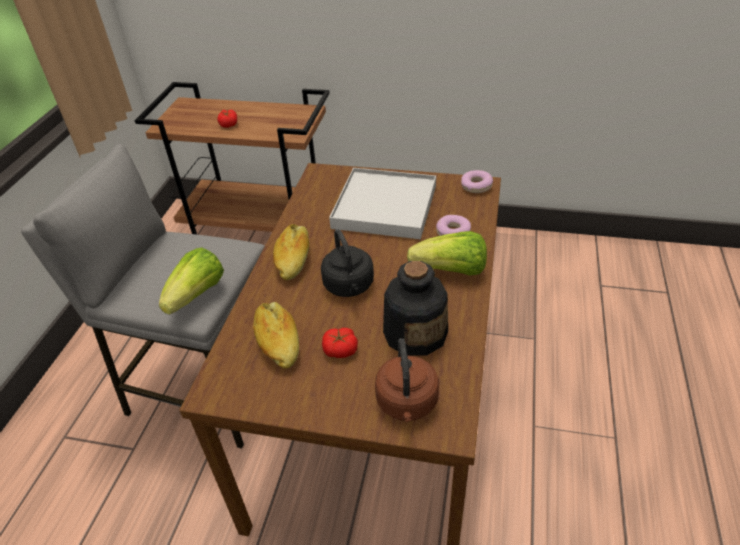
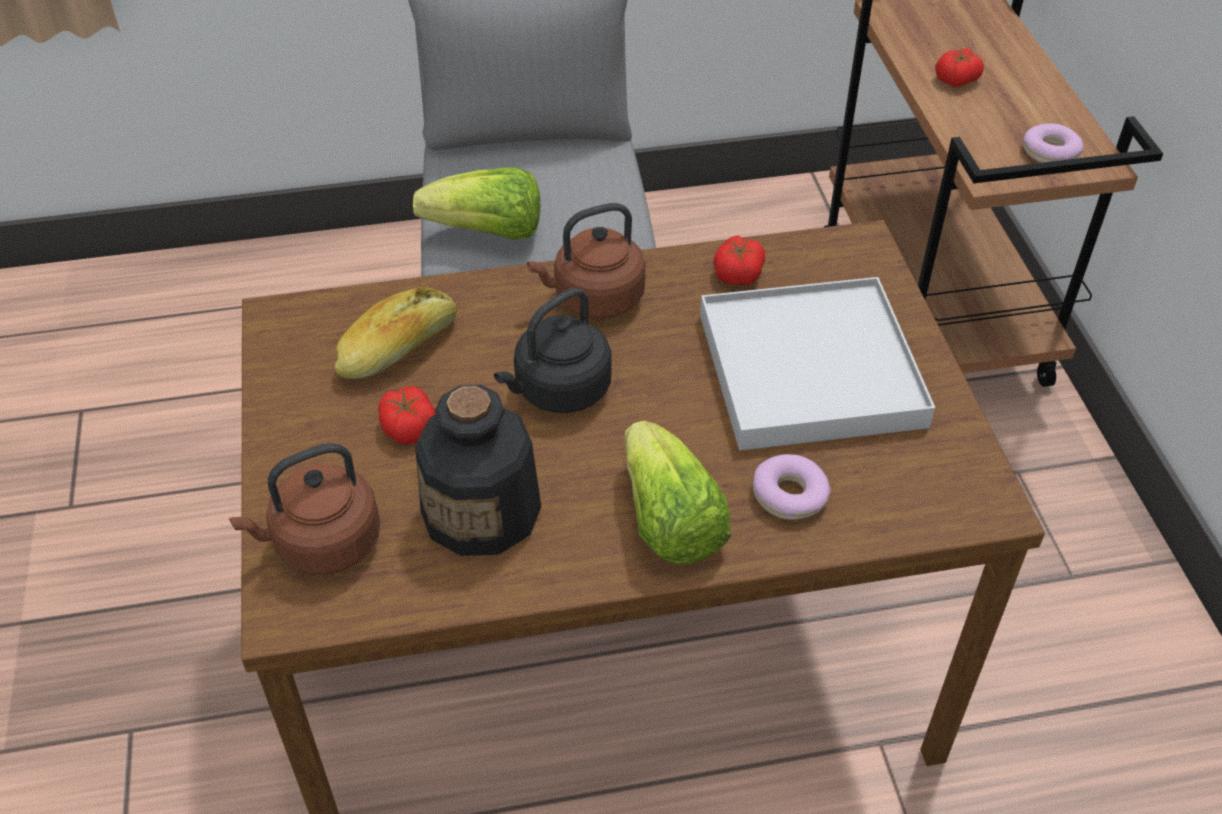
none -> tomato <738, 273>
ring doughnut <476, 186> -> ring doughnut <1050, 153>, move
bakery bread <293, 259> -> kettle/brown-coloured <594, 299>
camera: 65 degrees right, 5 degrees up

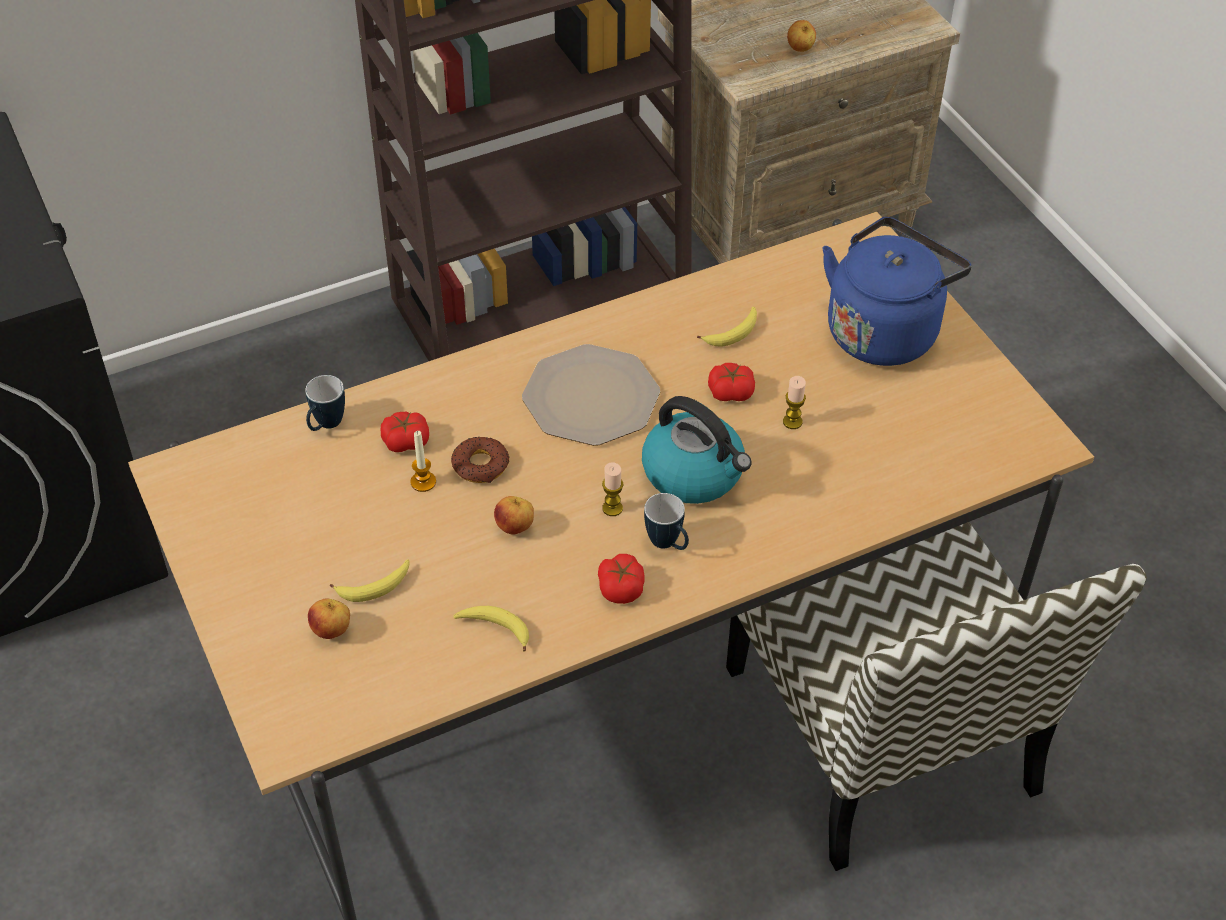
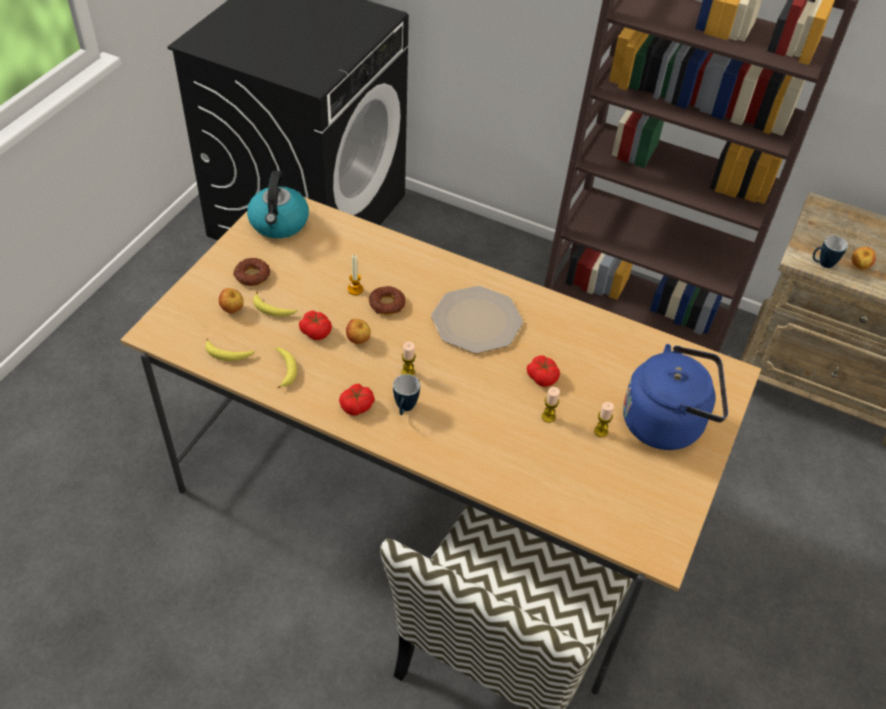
none -> ring doughnut <252, 276>
none -> wax light <601, 431>
mug <325, 426> -> mug <822, 264>, move
tomato <405, 441> -> tomato <316, 331>, move
kettle <694, 473> -> kettle <279, 223>, move
whole banana <733, 333> -> whole banana <228, 354>, move
camera: 50 degrees right, 0 degrees up

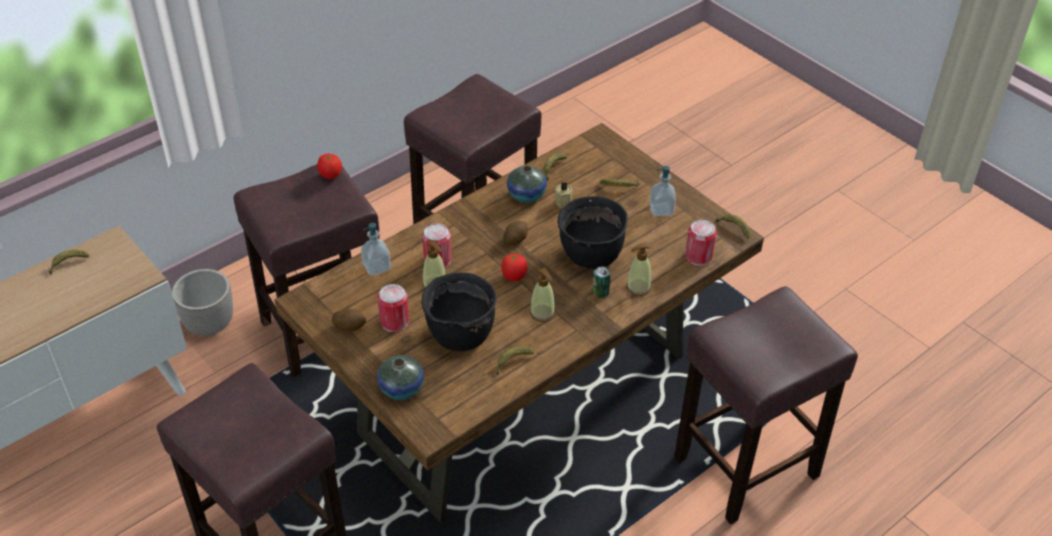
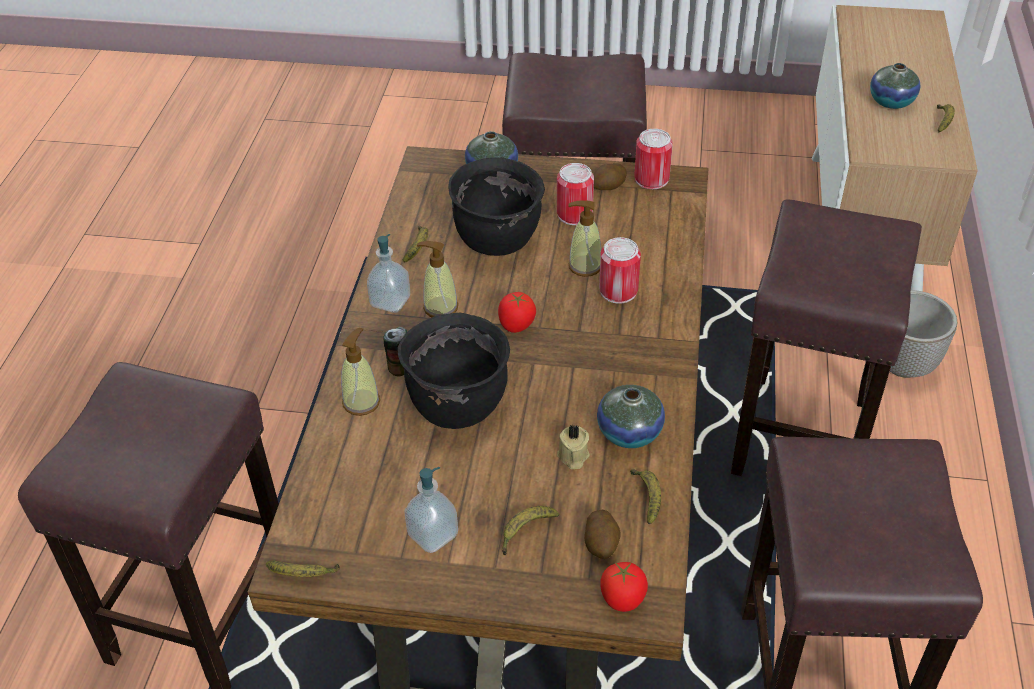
none -> flower vase <891, 102>
tomato <330, 175> -> tomato <623, 599>, move
liquid soap bottle <376, 267> -> liquid soap bottle <390, 301>, move
potato <515, 239> -> potato <601, 544>, move
can <698, 256> -> can <651, 179>, move
camera: 140 degrees right, 0 degrees up

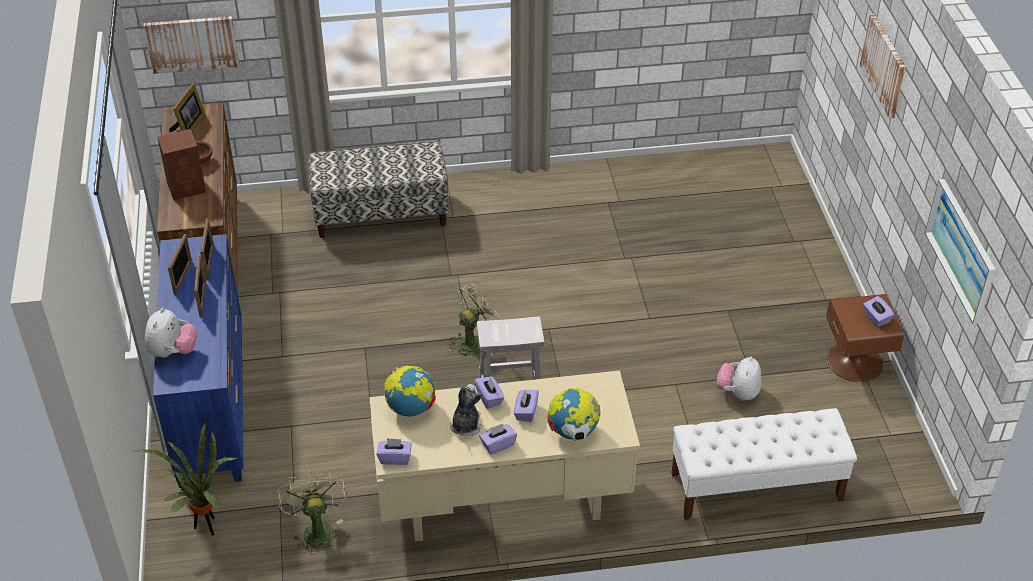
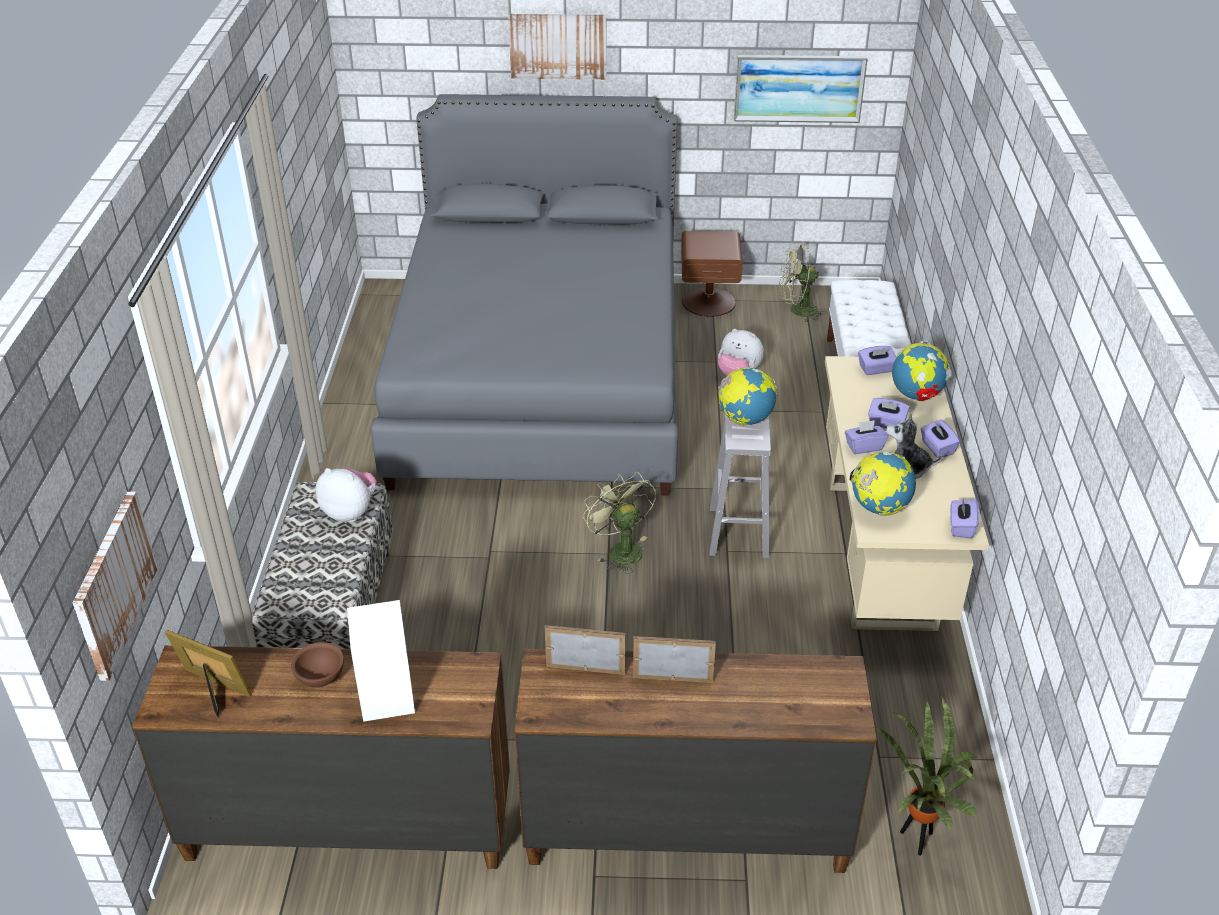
standing frame <183, 277> -> none
none -> bedroom bed/gray <540, 378>
none -> world globe <745, 420>
soft toy <173, 352> -> soft toy <350, 512>, move
cooling fan/green-coloured <316, 529> -> cooling fan/green-coloured <797, 311>, move
tissue holder/purplish <876, 318> -> tissue holder/purplish <876, 369>, move
dresser/bluish <212, 405> -> dresser/brown-coloured <684, 828>
audio speaker/brown-coloured <187, 187> -> audio speaker/white-coloured <386, 694>
camera: 80 degrees left, 5 degrees down

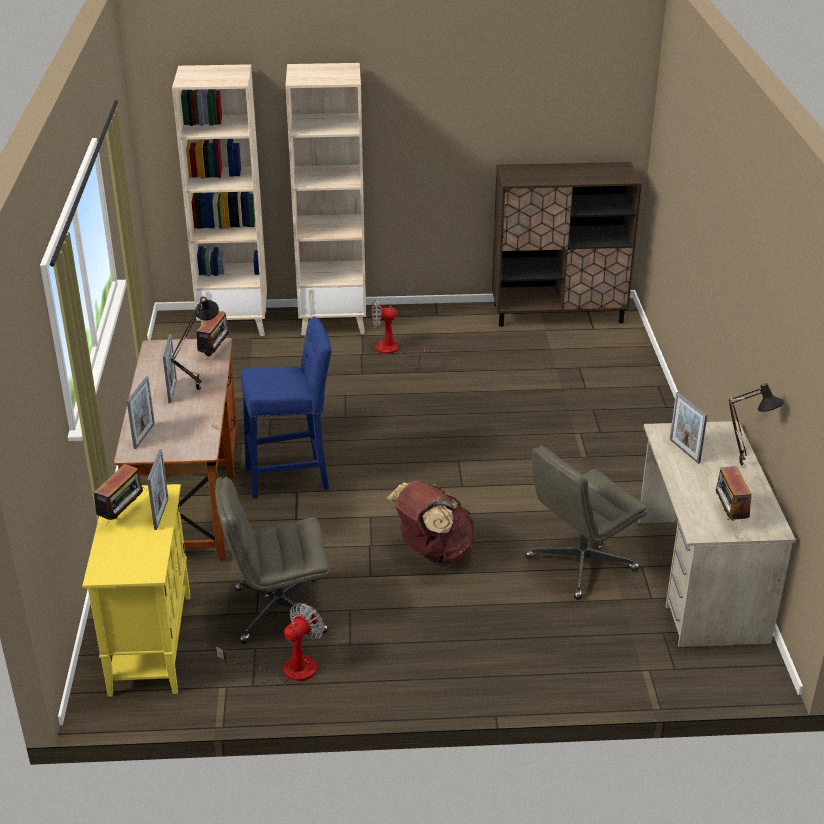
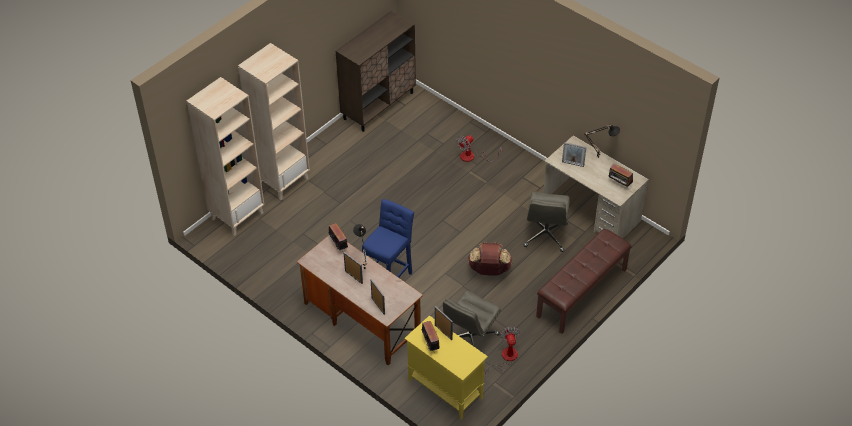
none -> long seat/brown-coloured <582, 293>
cooling fan <392, 351> -> cooling fan <472, 157>, move
camera: 45 degrees left, 15 degrees up

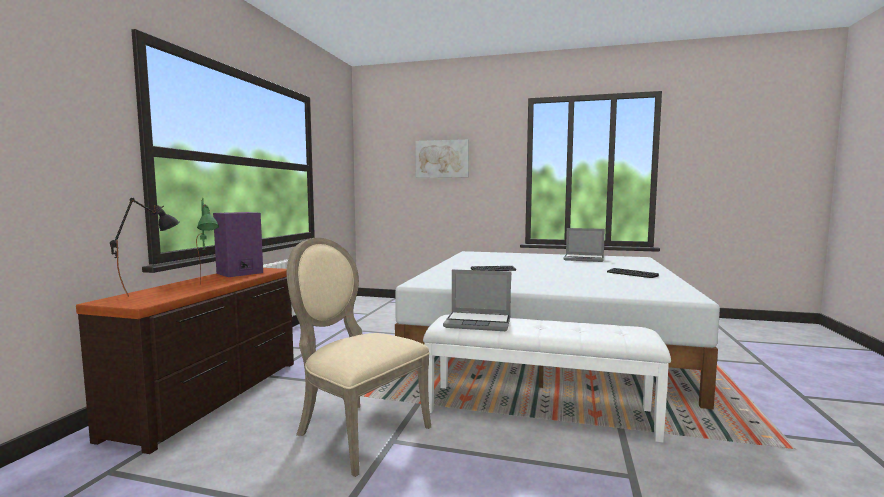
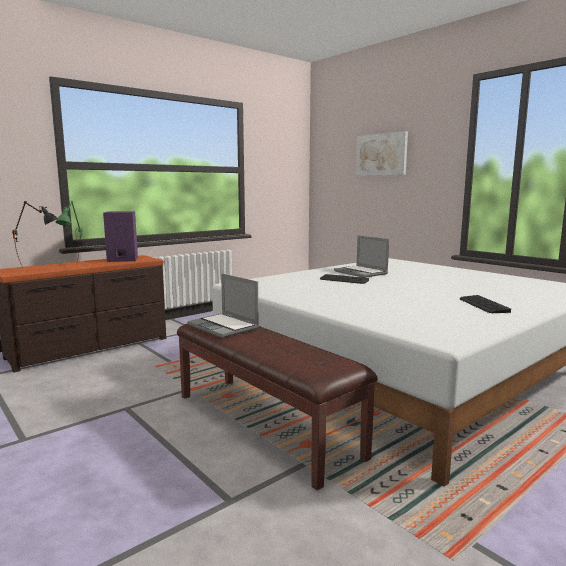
upright chair/sand-coloured <357, 431> -> none
portable computer <584, 259> -> portable computer <361, 273>, move
long seat/white-coloured <538, 410> -> long seat/brown-coloured <265, 424>
camera: 35 degrees right, 5 degrees up

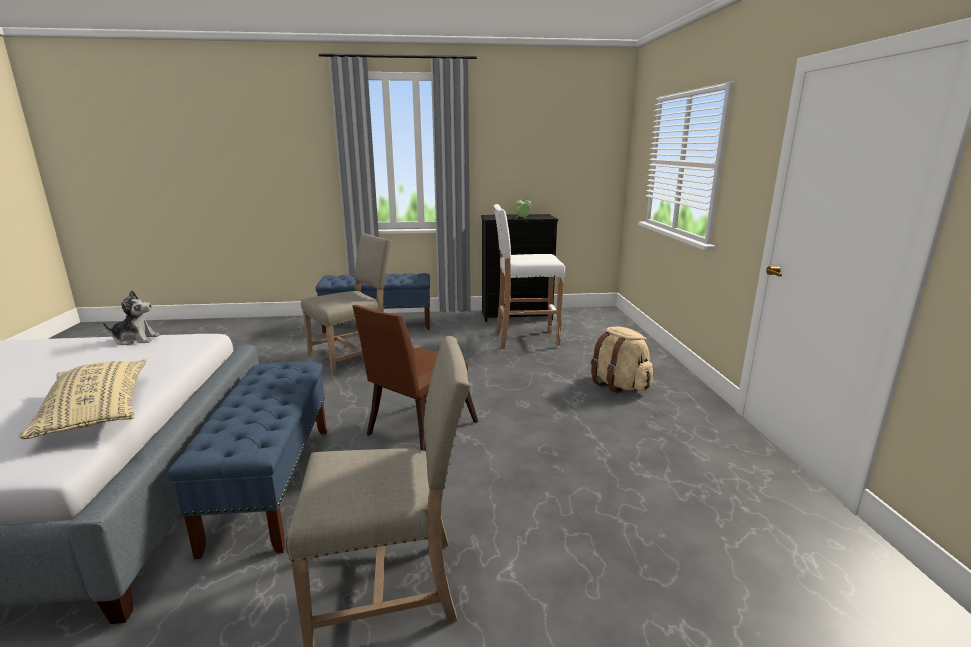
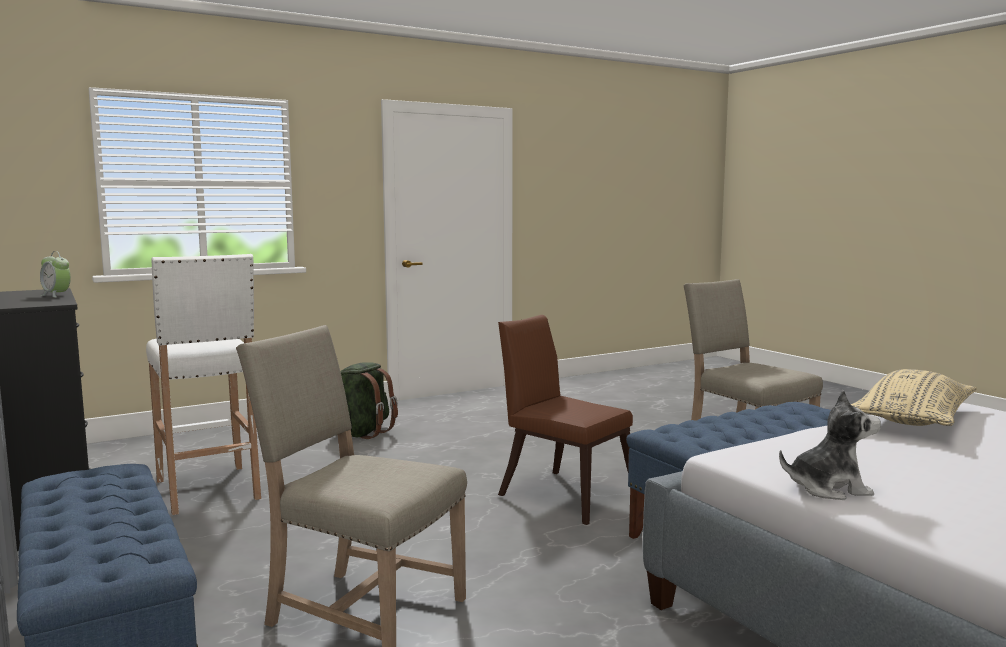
rucksack/sand-coloured <619, 385> -> rucksack/green-coloured <361, 433>
soft toy <135, 339> -> soft toy <828, 488>, 120 degrees clockwise
upright chair/brown-coloured <417, 430> -> upright chair/brown-coloured <562, 493>, 150 degrees counterclockwise
camera: 115 degrees left, 10 degrees down

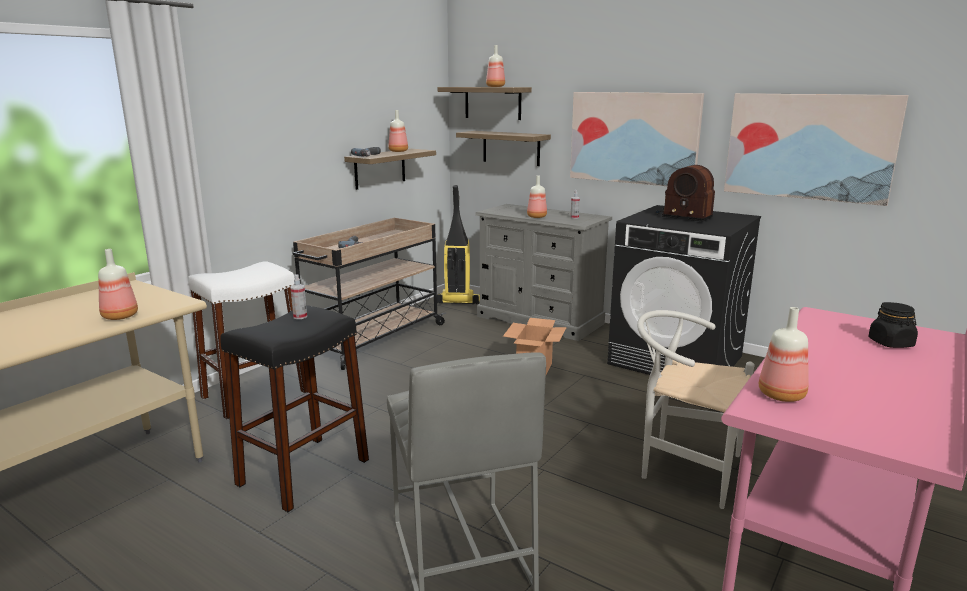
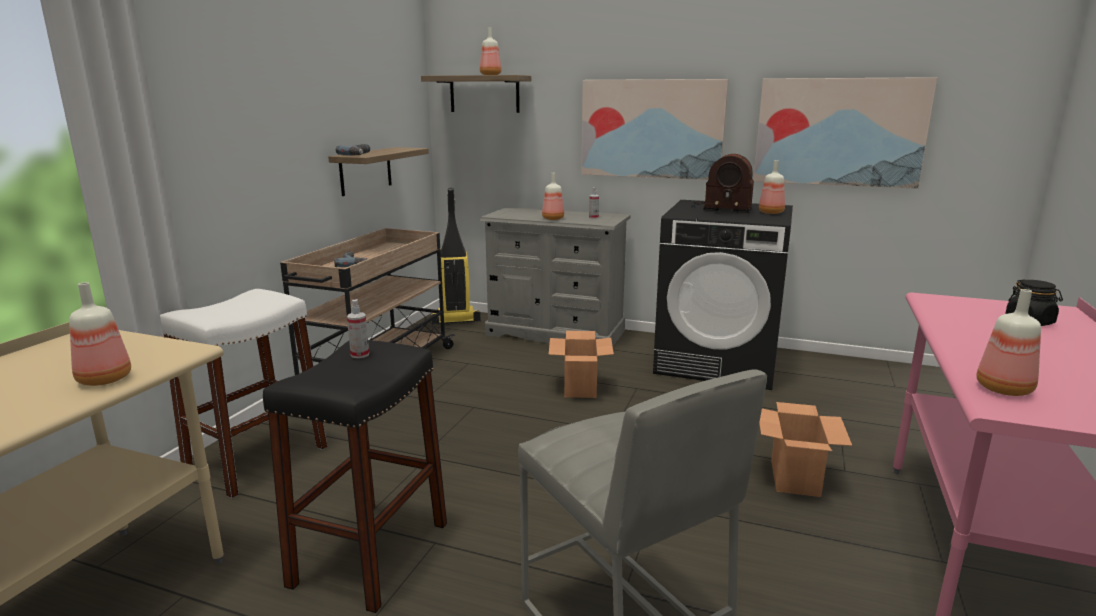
bracket shelf <511, 148> -> none
bottle <399, 151> -> bottle <771, 212>, move
upright chair/white-coloured <682, 467> -> cardboard box <794, 477>
camera: 15 degrees left, 0 degrees up

